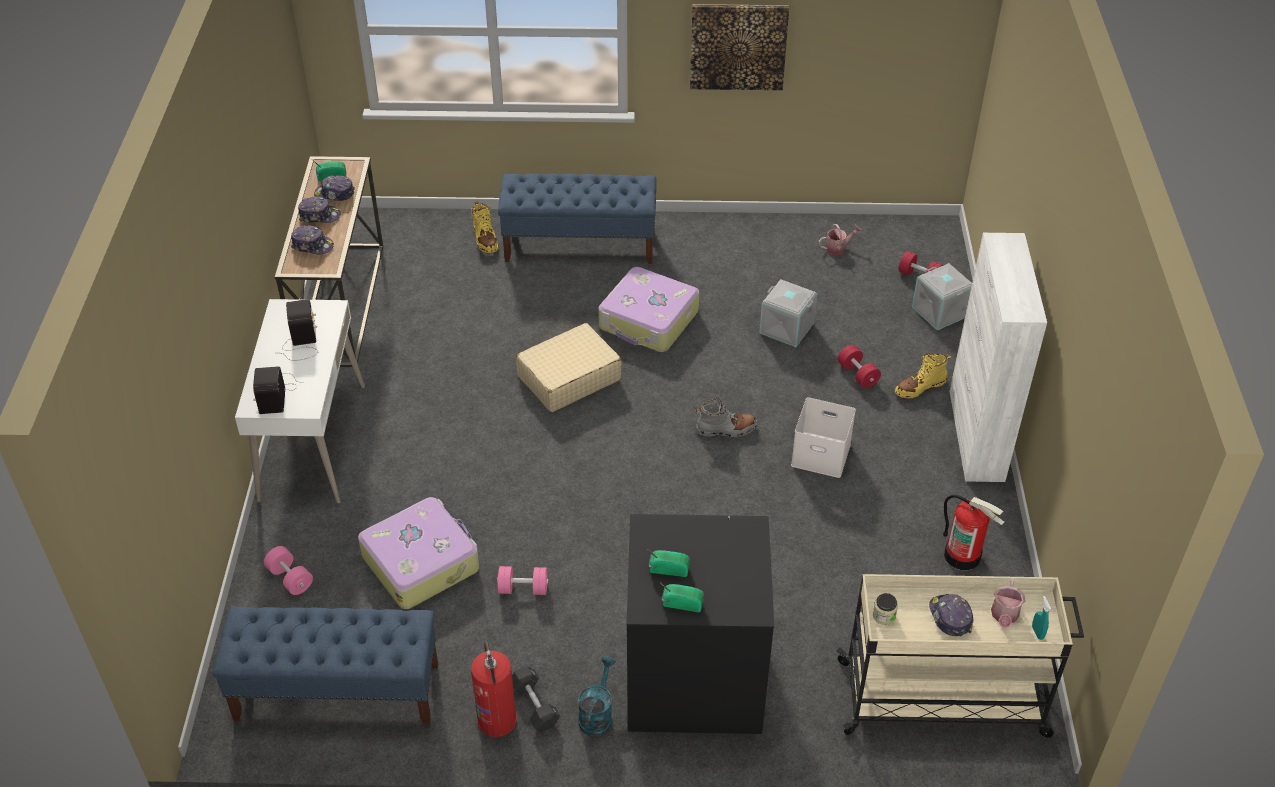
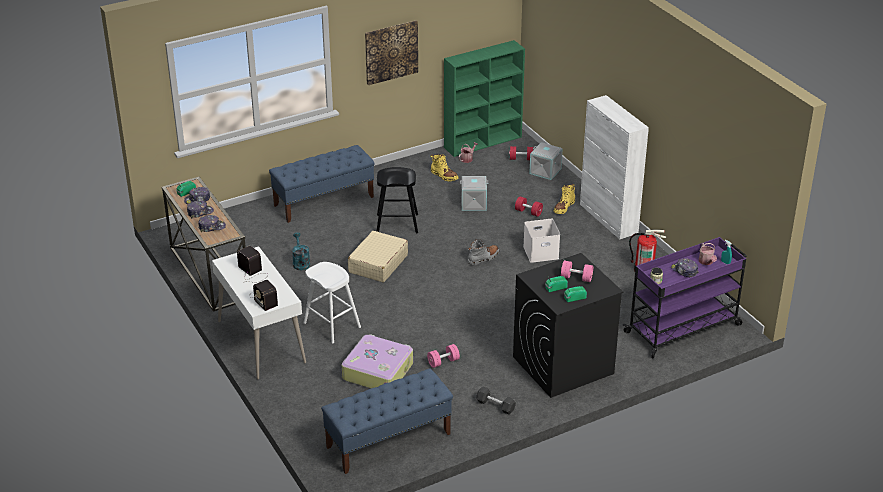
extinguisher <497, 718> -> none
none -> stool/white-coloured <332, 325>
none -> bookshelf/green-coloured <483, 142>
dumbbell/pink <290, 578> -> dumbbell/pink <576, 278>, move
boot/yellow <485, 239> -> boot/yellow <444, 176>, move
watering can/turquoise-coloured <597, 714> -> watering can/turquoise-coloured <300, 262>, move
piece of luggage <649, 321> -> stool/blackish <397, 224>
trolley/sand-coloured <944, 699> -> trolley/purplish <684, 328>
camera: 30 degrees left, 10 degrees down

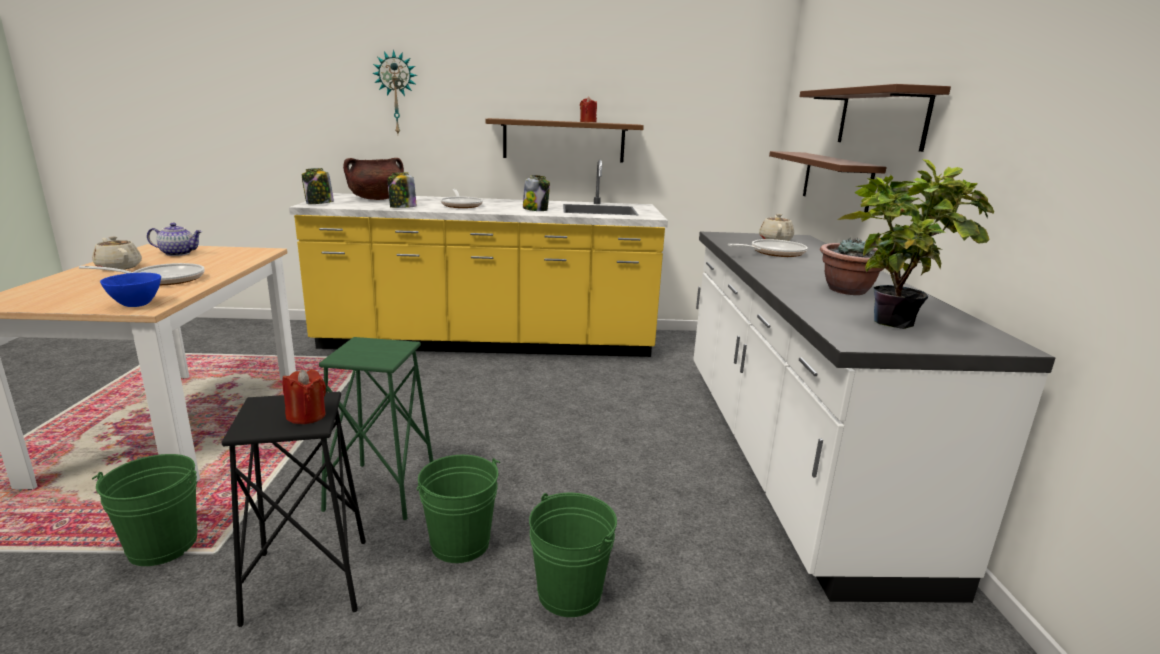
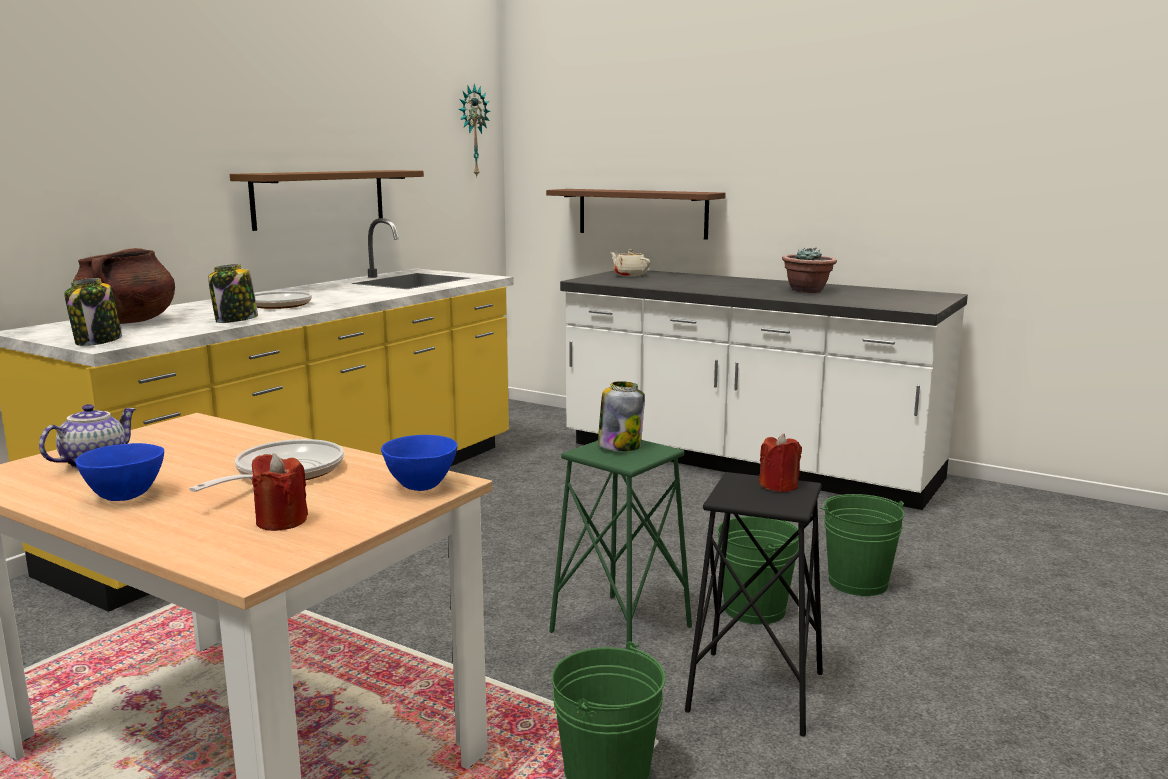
pan <773, 253> -> none
bracket shelf/brown-coloured <881, 118> -> none
houseplant <894, 321> -> none
wall clock <396, 93> -> wall clock <472, 131>, move
jar <535, 209> -> jar <620, 446>, move
wax light/red <588, 122> -> wax light/red <281, 521>, move
tea pot/sand-coloured <119, 267> -> deep dish/bluish <126, 496>
camera: 55 degrees left, 5 degrees down

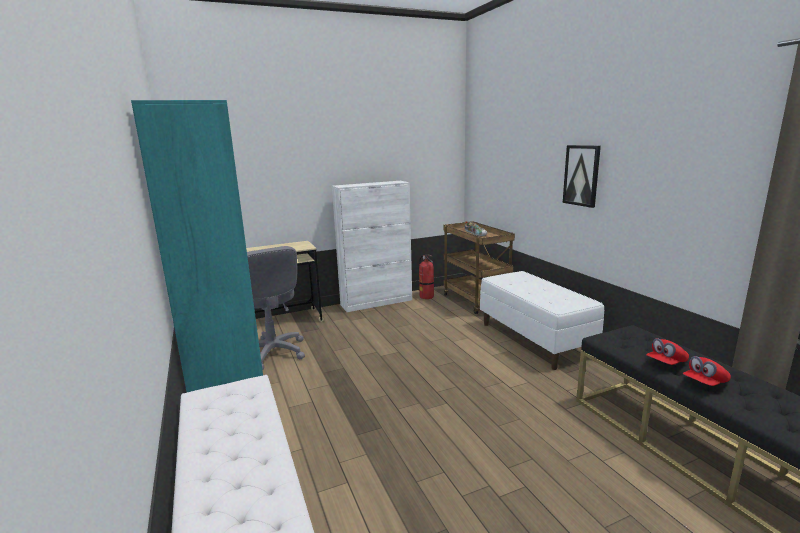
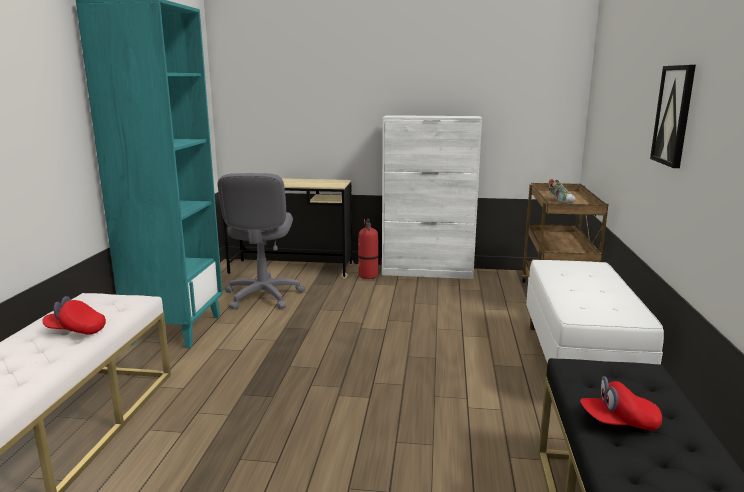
extinguisher <426, 297> -> extinguisher <368, 276>, move
cap/red <704, 383> -> cap/red <76, 330>, move
camera: 30 degrees right, 0 degrees up

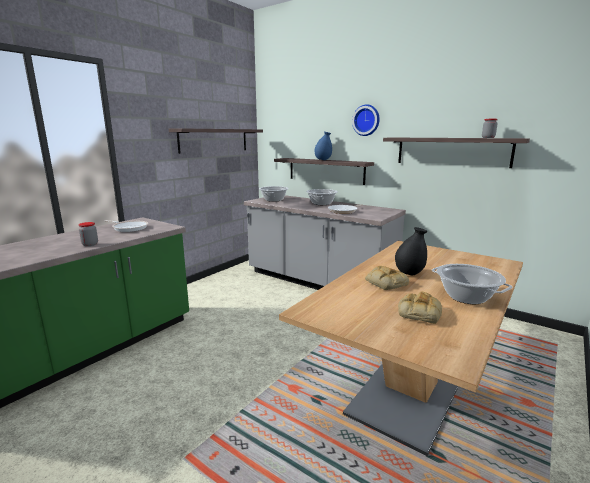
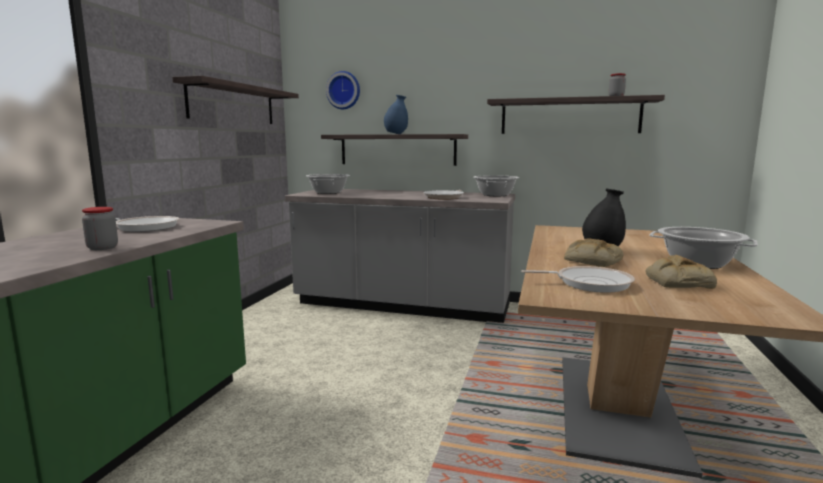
none -> pan <589, 283>
cooking pot <321, 203> -> cooking pot <495, 195>, move
wall clock <366, 120> -> wall clock <344, 90>, move
camera: 20 degrees left, 5 degrees down

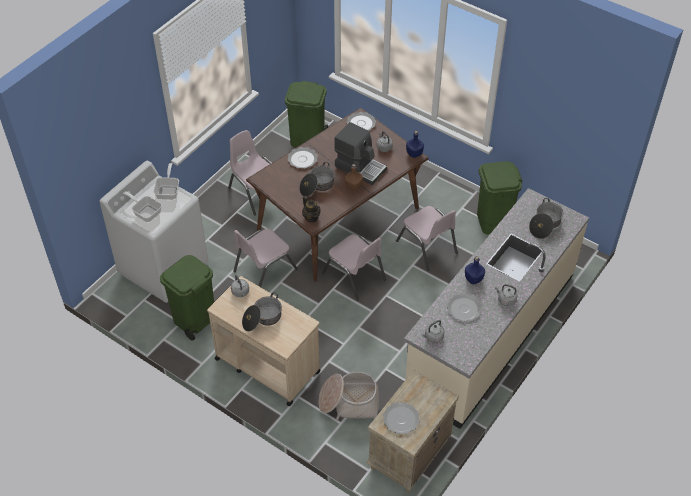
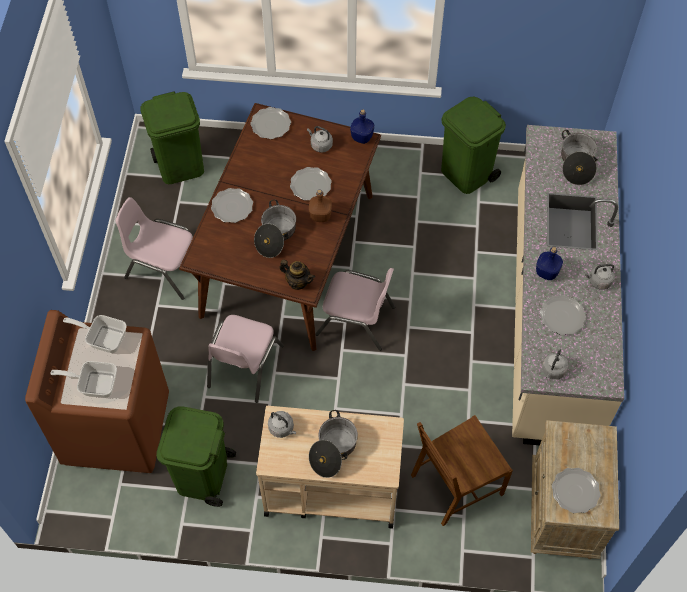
upright chair/pink <427, 247> -> none
basket <349, 402> -> upright chair/brown-coloured <456, 484>
coffee maker <360, 167> -> dinner plate <310, 185>
laundry appliance/white-coloured <164, 268> -> laundry appliance/brown-coloured <117, 427>
pan <168, 191> -> pan <103, 338>, 45 degrees counterclockwise
camera: 30 degrees left, 10 degrees up

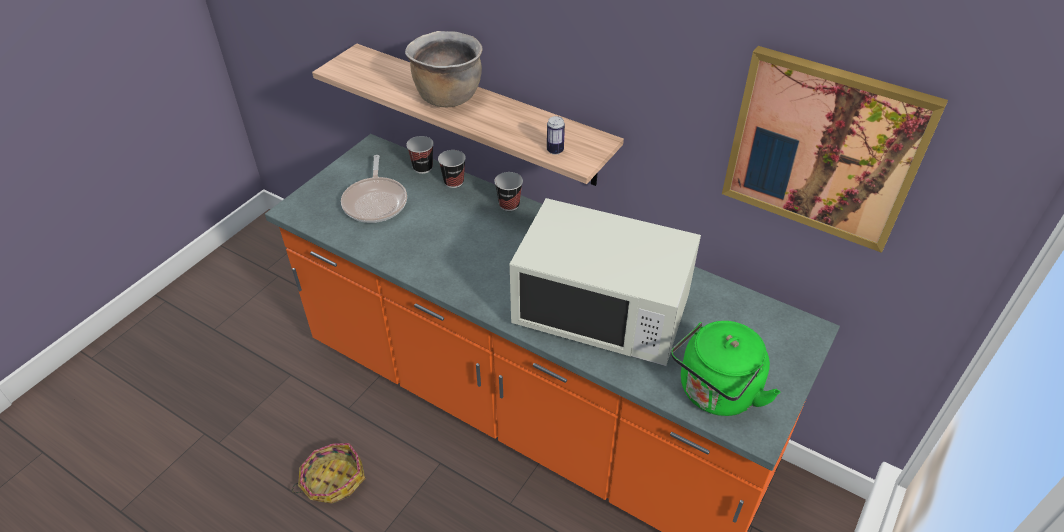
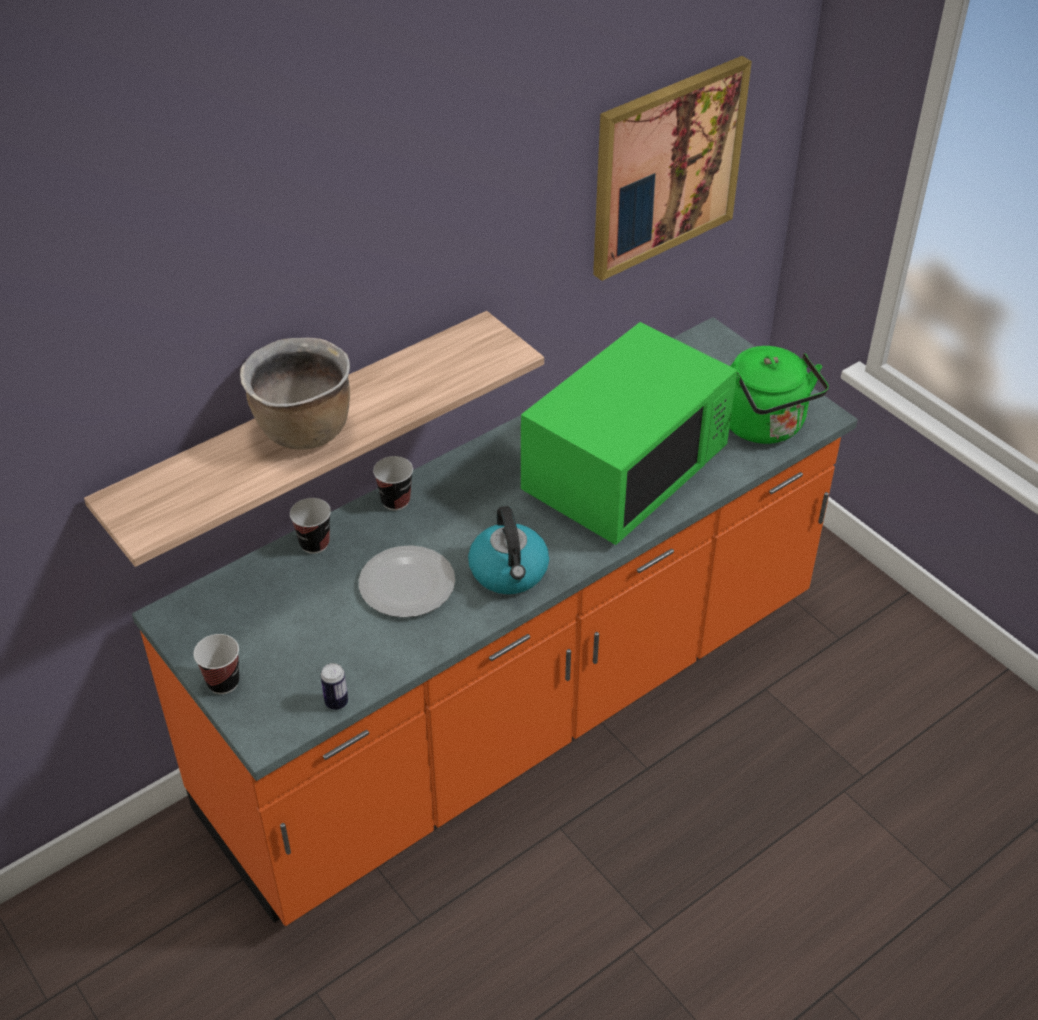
basket <333, 480> -> none
pan <376, 201> -> none
none -> dinner plate <407, 583>
none -> kettle <509, 572>
drinking cup <422, 168> -> drinking cup <223, 682>, move
can <555, 150> -> can <336, 702>, move
microwave/white-coloured <602, 313> -> microwave/green-coloured <624, 473>
camera: 70 degrees left, 0 degrees up

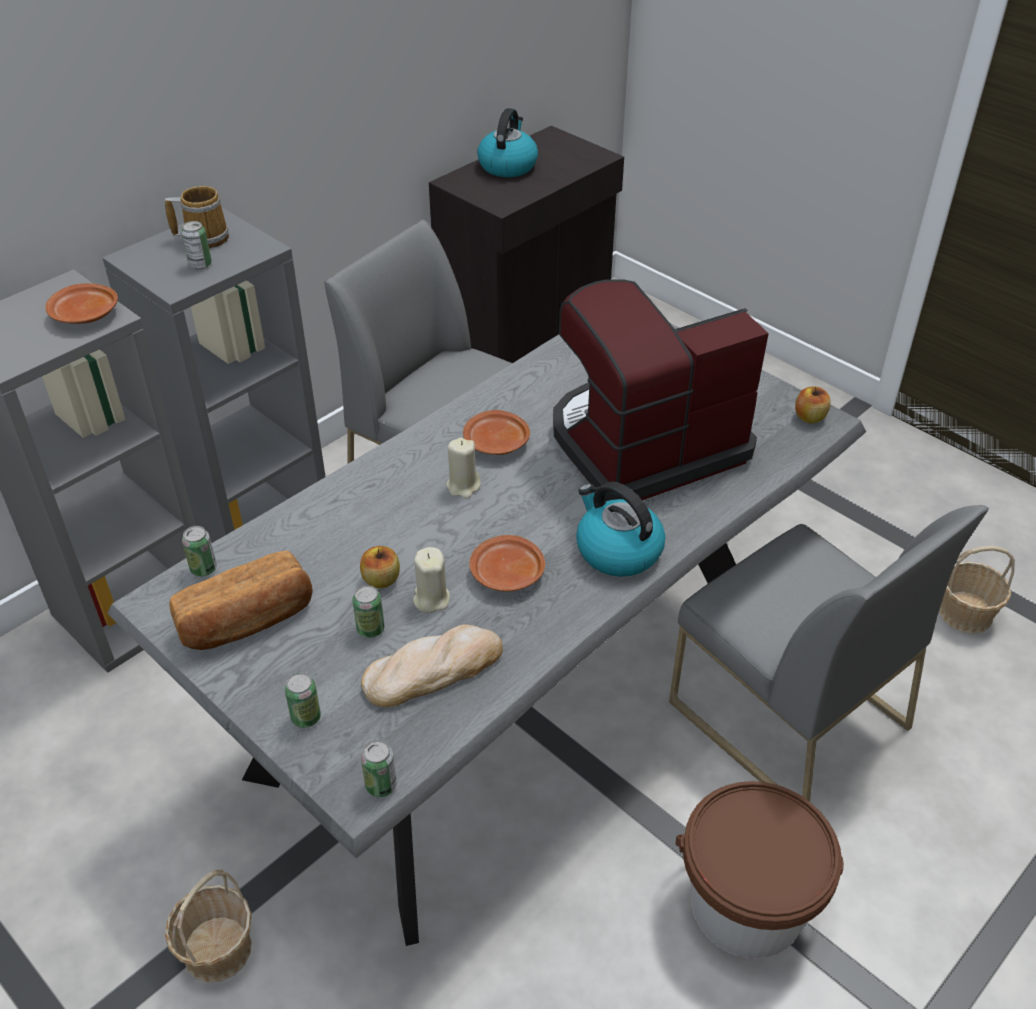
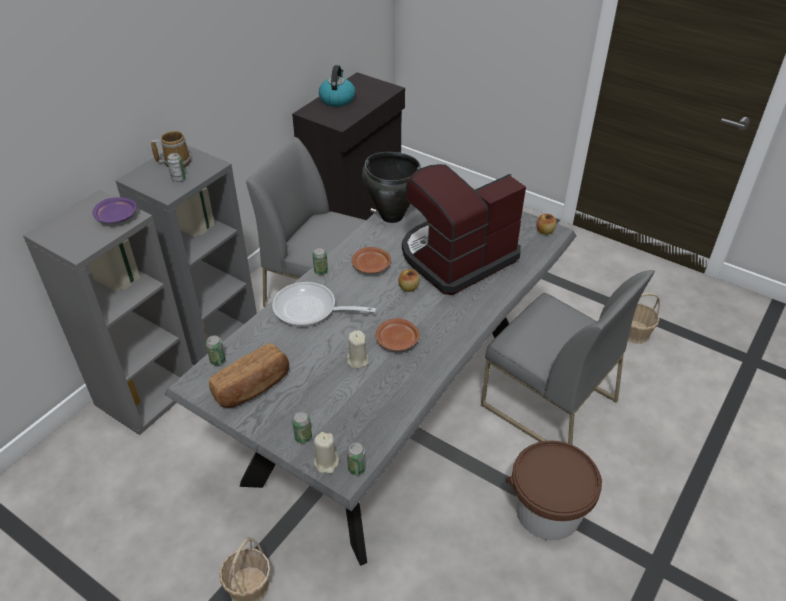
bakery bread <433, 669> -> none
kettle <617, 550> -> none
none -> pan <310, 310>
none -> cooking pot/blackish <392, 216>
can <370, 629> -> can <321, 271>, move
apple <381, 580> -> apple <408, 288>, move
wax light/sand-coloured <463, 486> -> wax light/sand-coloured <326, 463>, move
dinner plate/brown-coloured <85, 315> -> dinner plate/purplish <117, 217>
camera: 10 degrees left, 0 degrees up

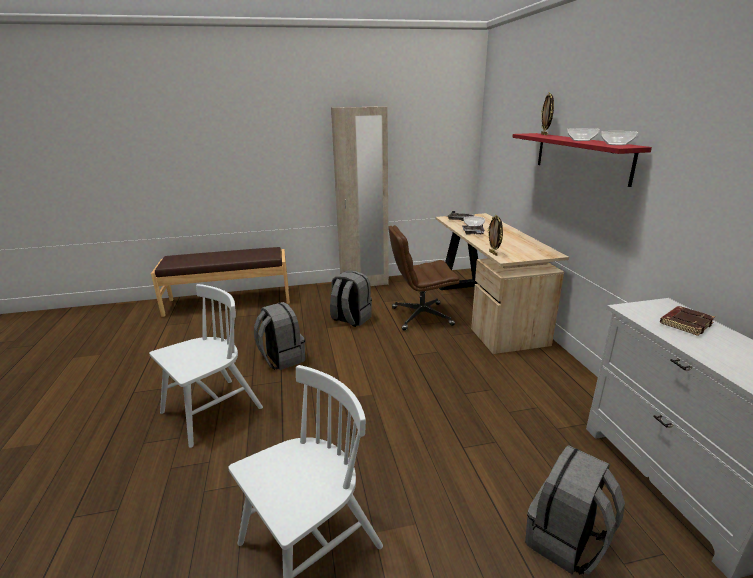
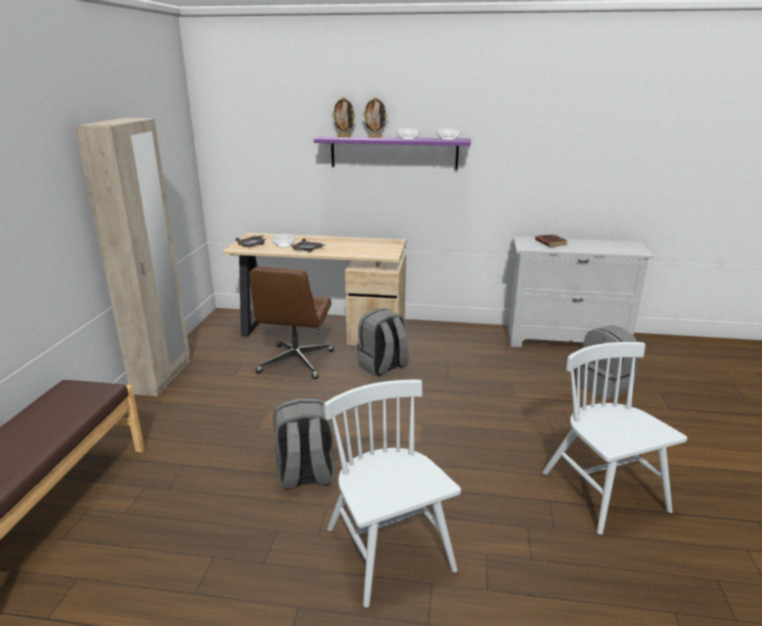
rucksack/gray <350, 319> -> rucksack/gray <382, 367>, move
standing frame <493, 253> -> standing frame <375, 137>, move
bracket shelf/red <580, 156> -> bracket shelf/purplish <394, 152>
camera: 70 degrees left, 0 degrees up

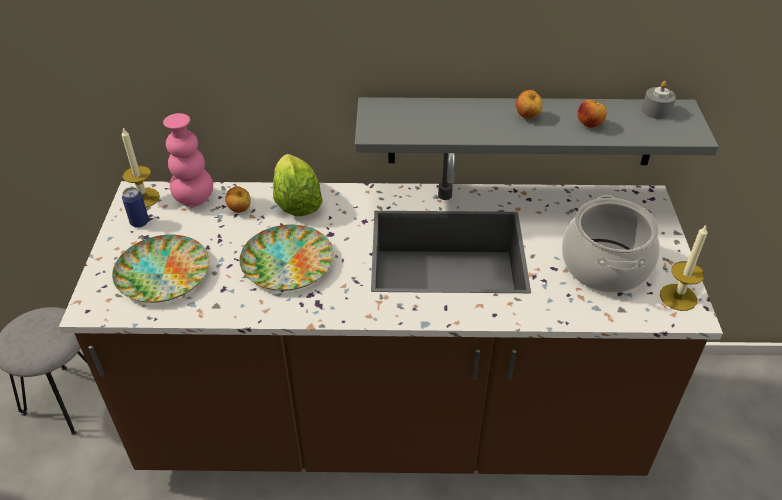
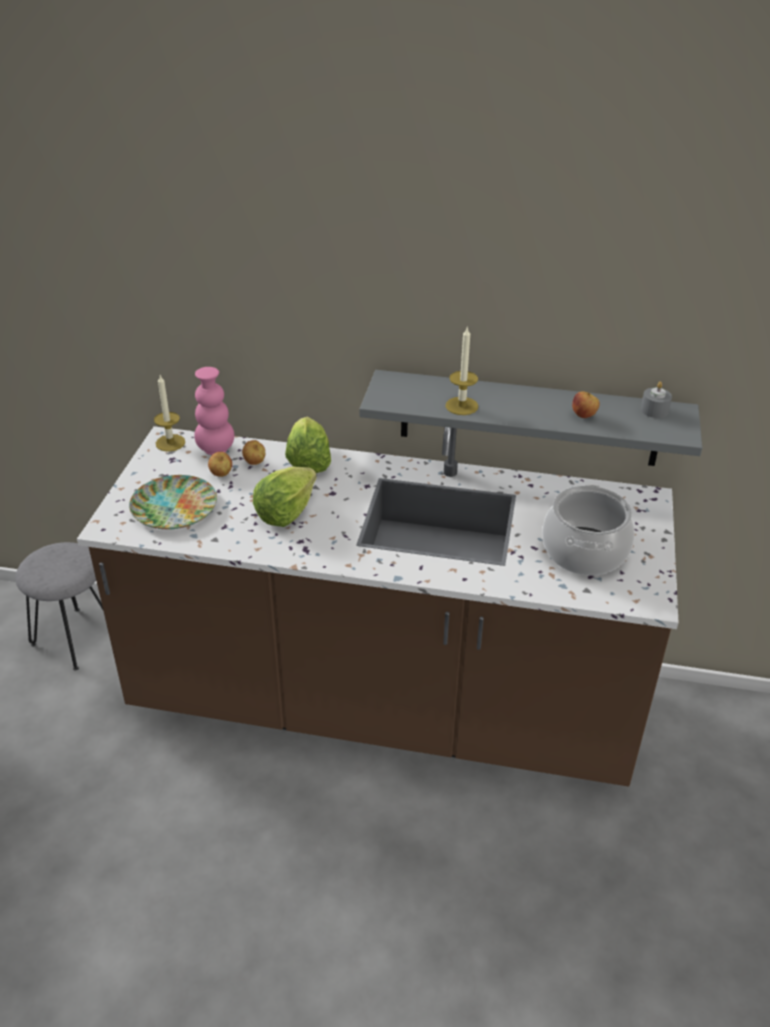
can <139, 222> -> none
apple <527, 117> -> apple <221, 475>, move
wax light <678, 297> -> wax light <461, 406>, move
dinner plate <286, 263> -> head of lettuce <286, 512>
camera: 10 degrees right, 5 degrees down

